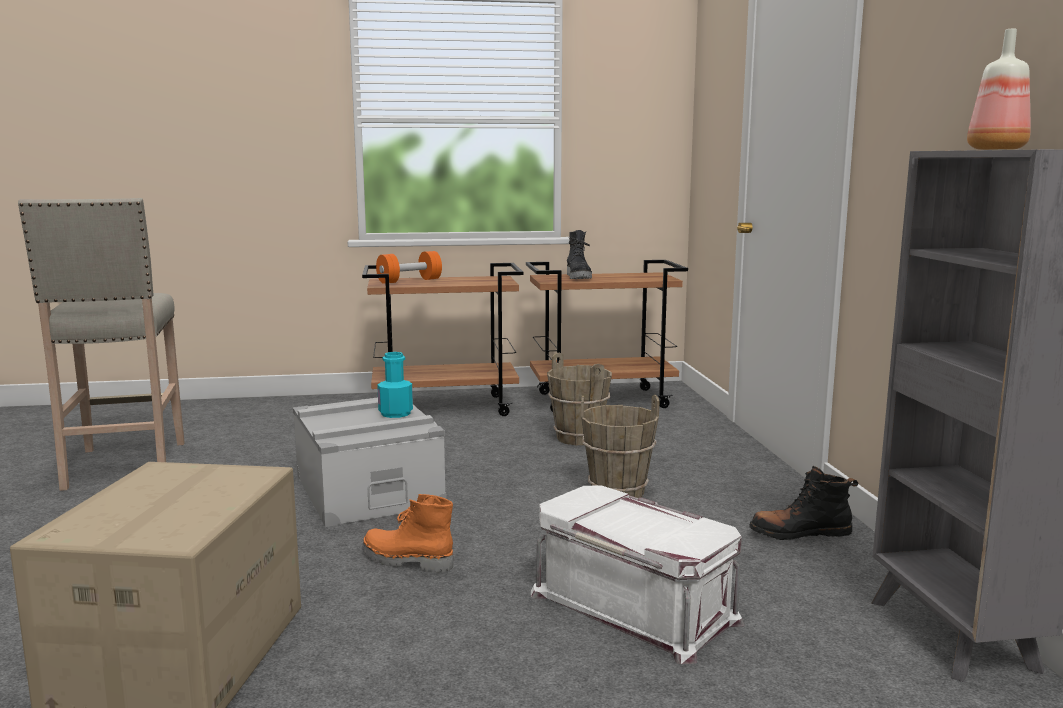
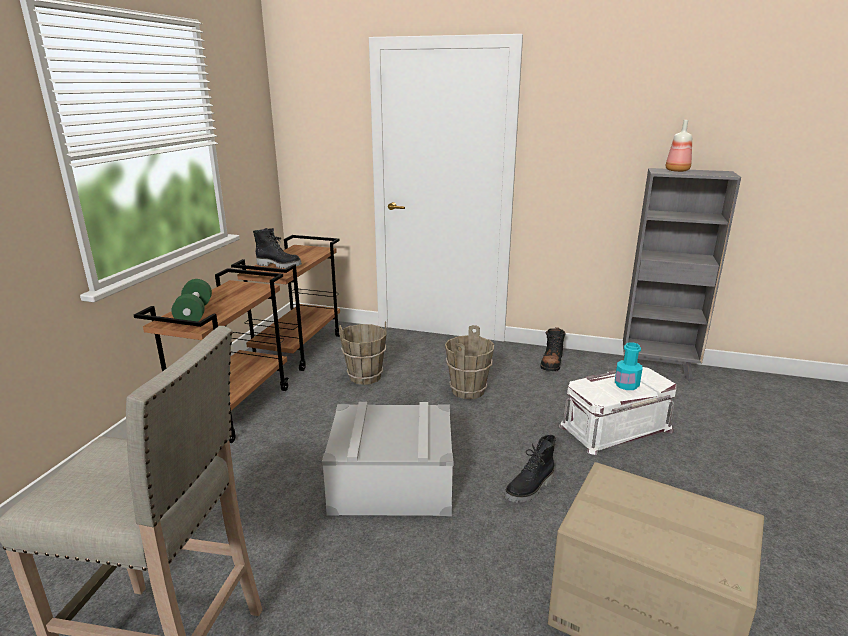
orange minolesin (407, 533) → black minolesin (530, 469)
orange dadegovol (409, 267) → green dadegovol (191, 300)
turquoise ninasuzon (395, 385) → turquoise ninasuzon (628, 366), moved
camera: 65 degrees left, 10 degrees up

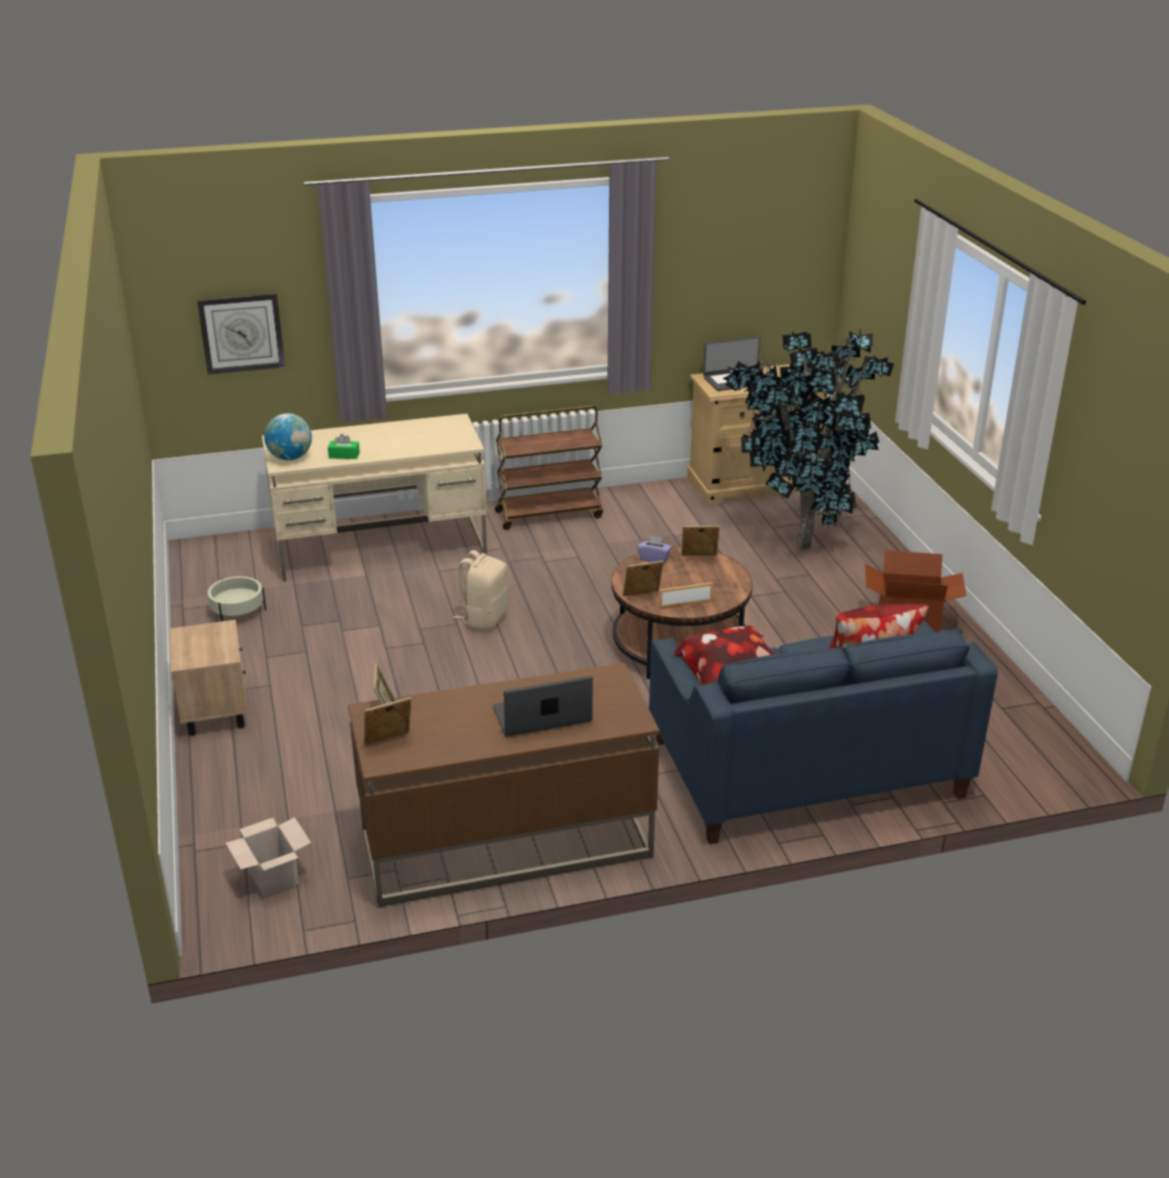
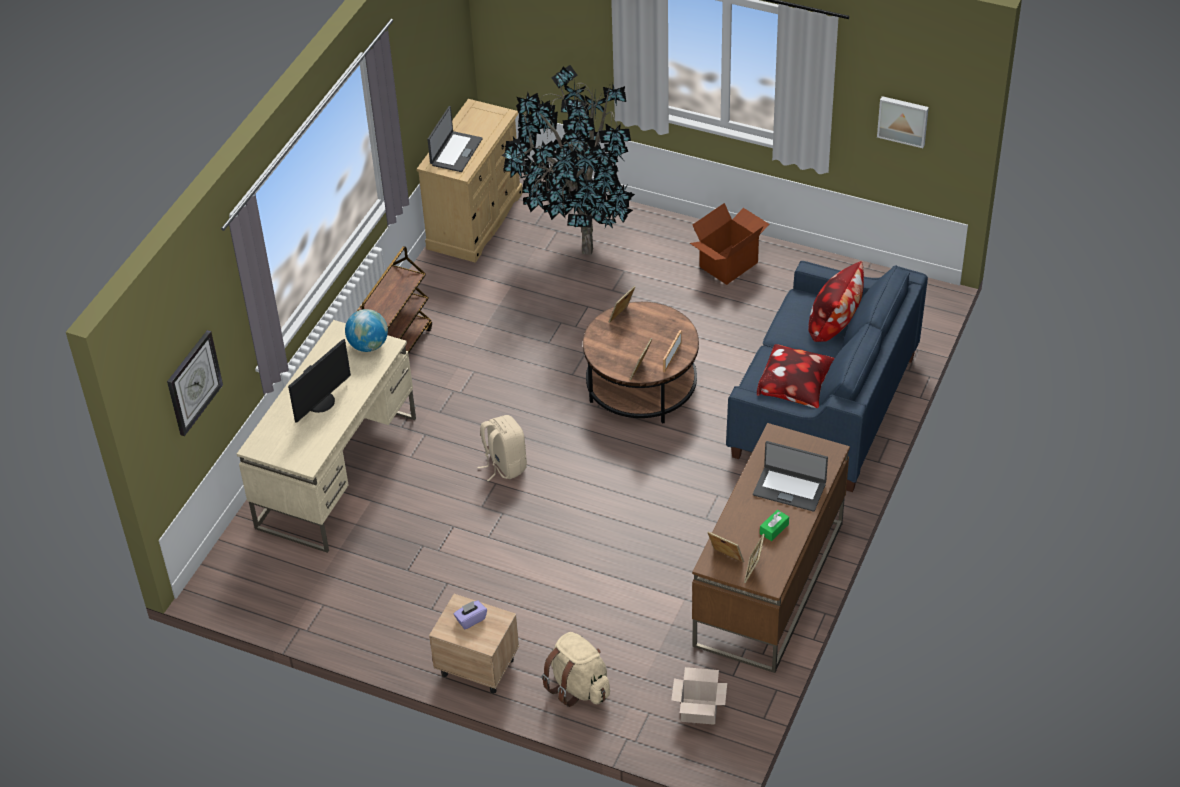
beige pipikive (236, 598) → -
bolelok (288, 436) → bolelok (366, 330), moved
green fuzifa (344, 446) → green fuzifa (774, 525), moved
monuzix (543, 706) → monuzix (790, 476), 90 degrees counterclockwise
purple fuzifa (654, 549) → purple fuzifa (470, 614), moved
- → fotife (319, 381)
- → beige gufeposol (576, 669)
- → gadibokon (903, 122)
camera: 50 degrees left, 15 degrees up

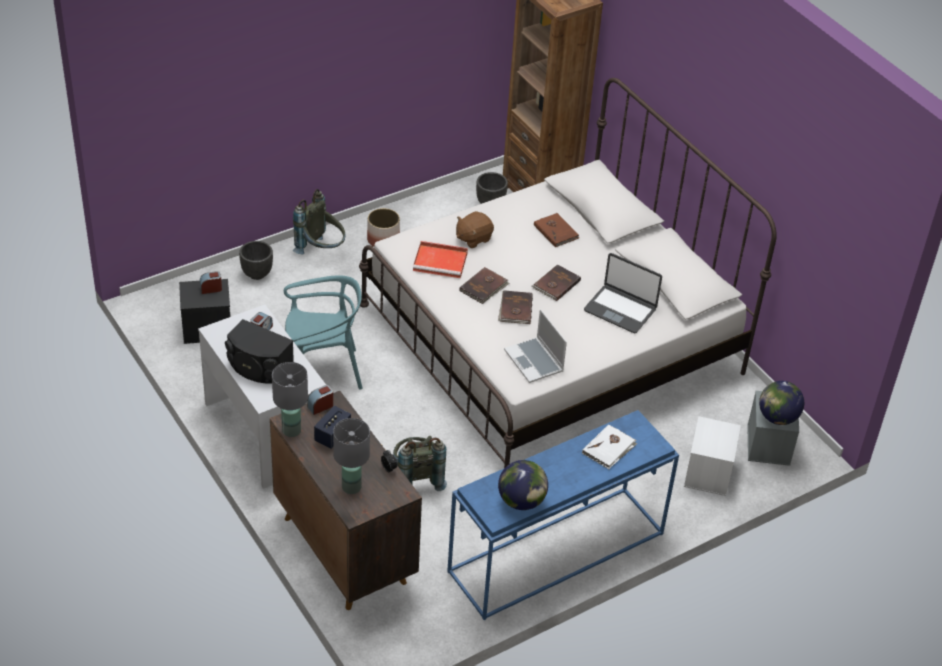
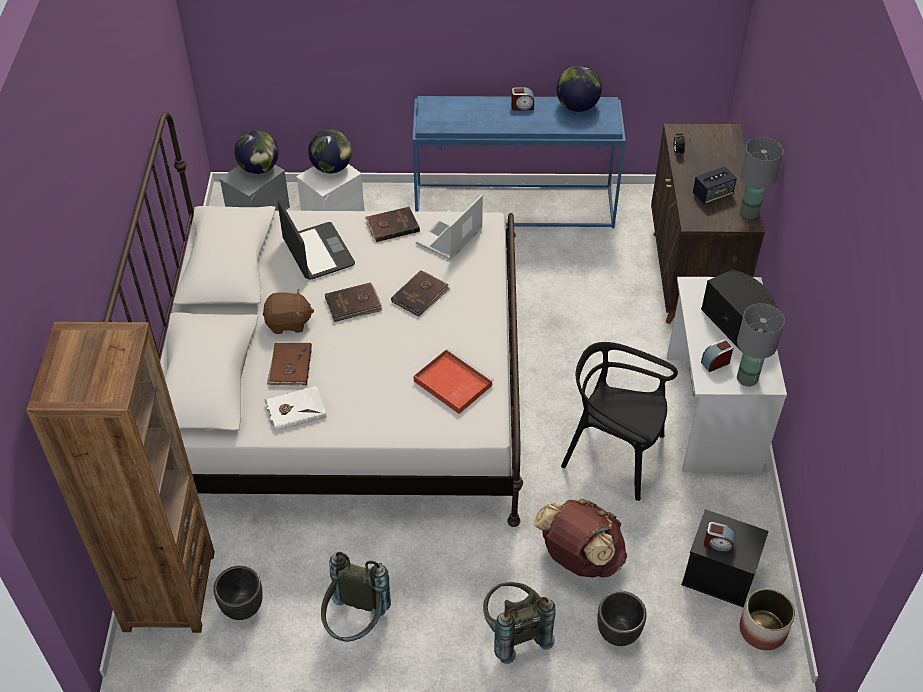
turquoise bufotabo (323, 332) → black bufotabo (619, 421)
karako (320, 400) → karako (522, 99), moved
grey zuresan (351, 456) → grey zuresan (761, 344), moved
pipikive (383, 227) → pipikive (767, 619), moved
grey gufeposol (420, 463) → grey gufeposol (356, 597), moved
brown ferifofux (475, 229) → brown ferifofux (288, 311), moved
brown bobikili (484, 285) → brown bobikili (392, 224), moved
monuzix (535, 346) → monuzix (449, 227), 150 degrees counterclockwise
white bobikili (609, 446) → white bobikili (295, 408), moved
- → bolelok (330, 151)
- → brown gufeposol (580, 538)
camera: 145 degrees left, 5 degrees up

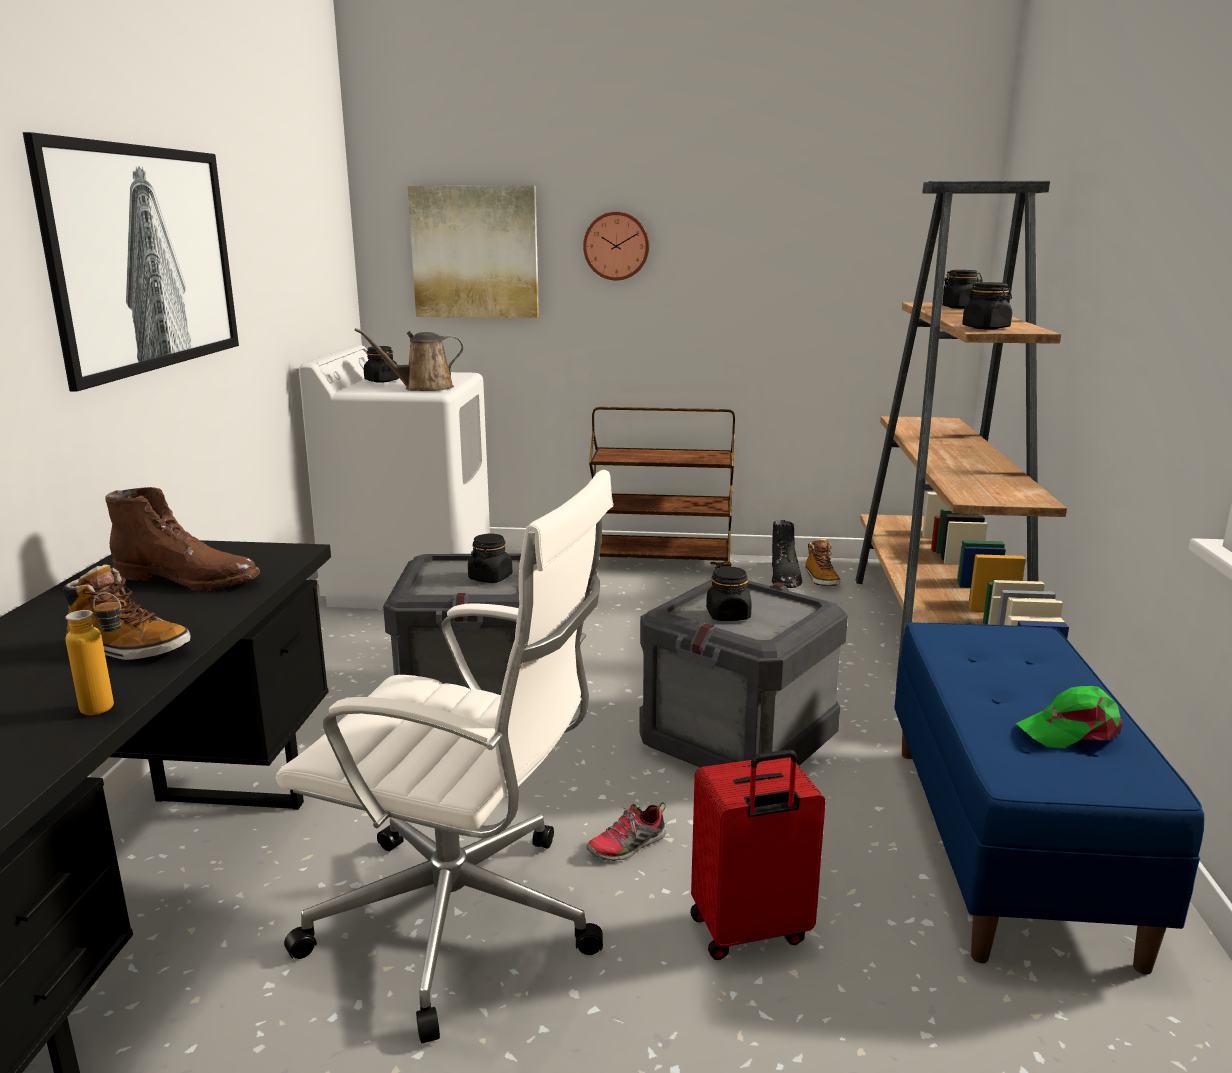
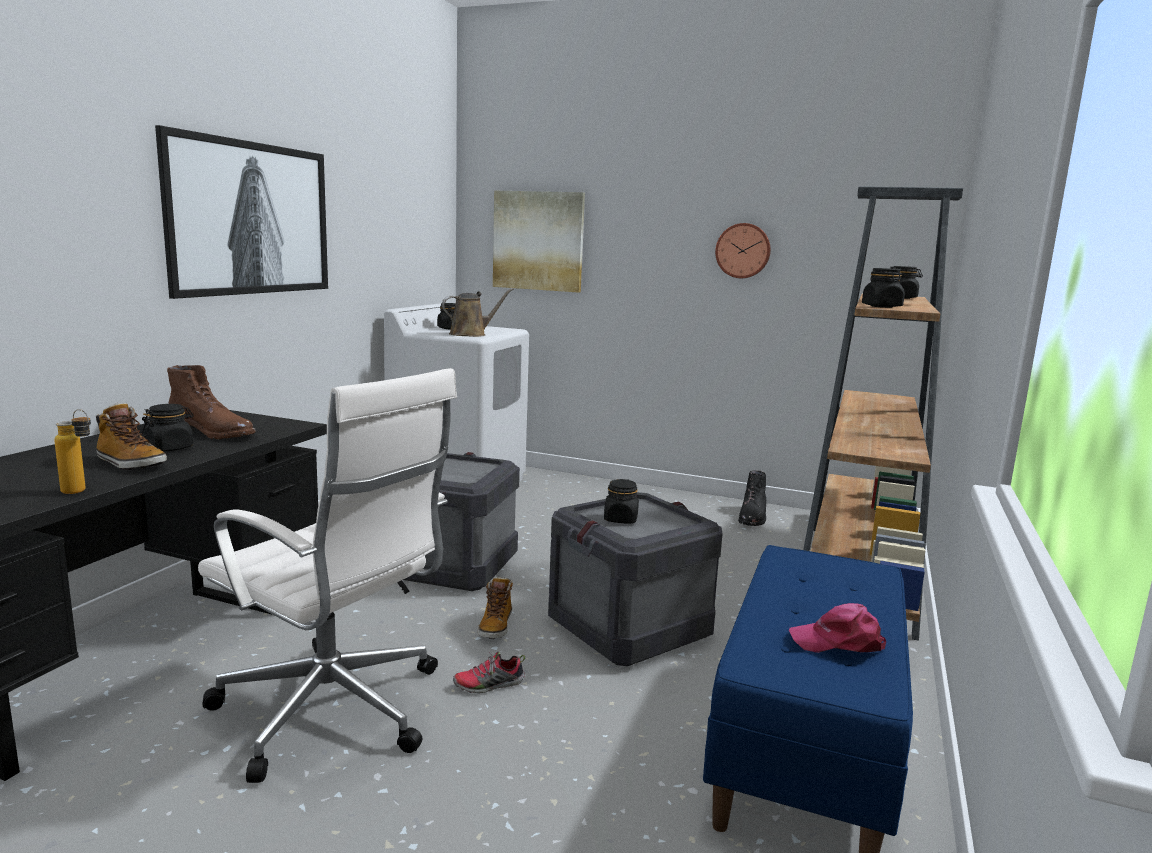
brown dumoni (409, 359) → brown dumoni (478, 312), 150 degrees clockwise
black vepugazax (490, 558) → black vepugazax (168, 427), moved
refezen (616, 246) → refezen (743, 250), moved
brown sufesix (662, 488) → -
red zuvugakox (758, 855) → -
minolesin (823, 562) → minolesin (495, 608), moved
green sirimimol (1069, 717) → pink sirimimol (837, 628)
camera: 15 degrees right, 5 degrees down

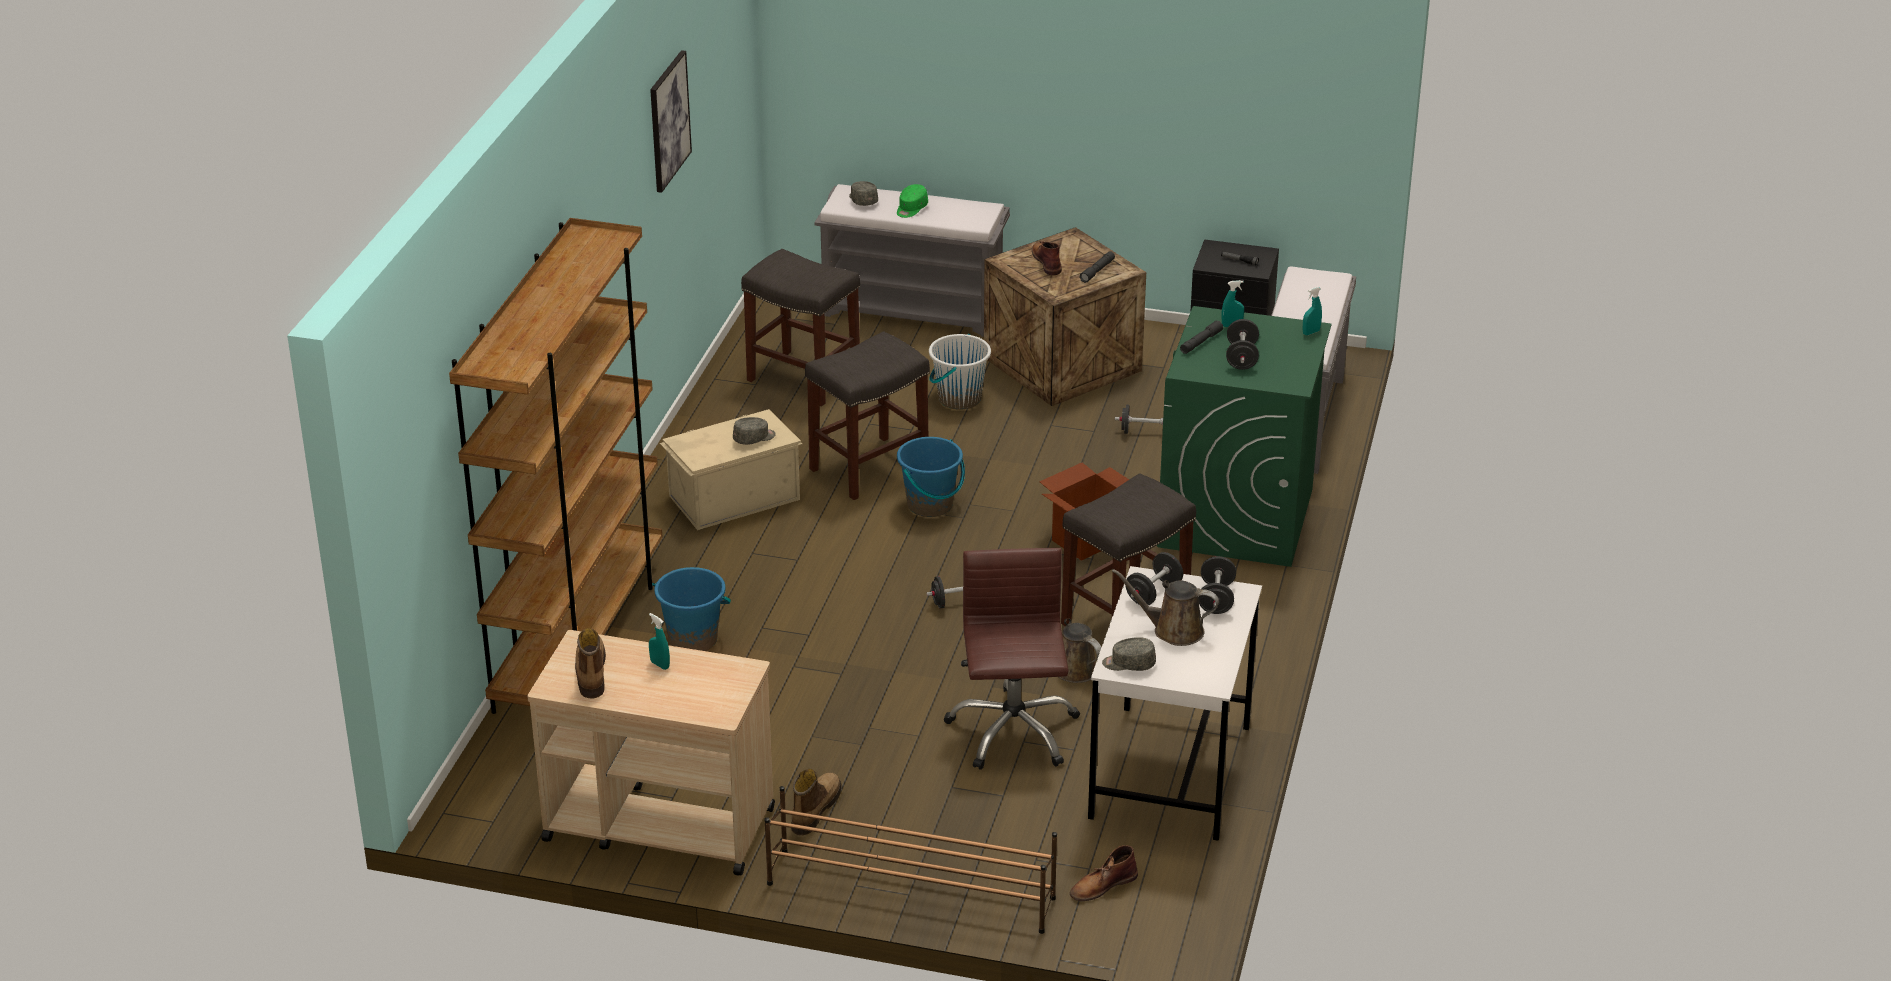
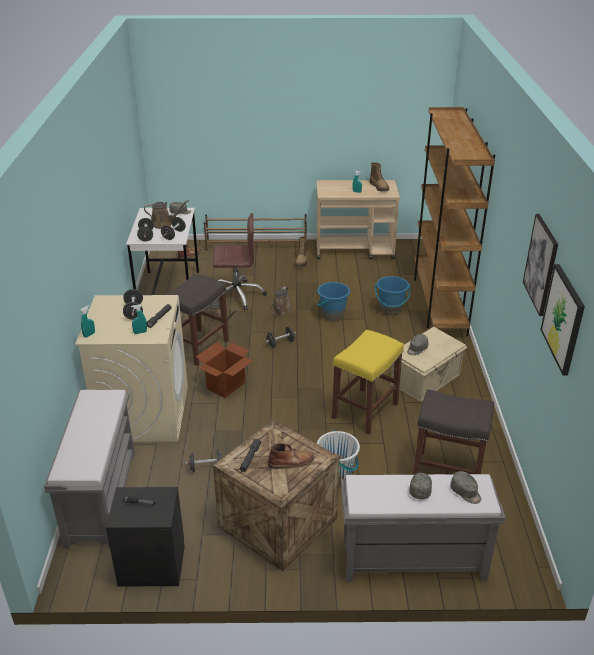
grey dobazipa (867, 415) → yellow dobazipa (368, 382)
green sirimimol (912, 201) → grey sirimimol (420, 486)
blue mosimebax (931, 477) → blue mosimebax (333, 301), moved
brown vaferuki (1012, 659) → brown vaferuki (240, 262), 75 degrees counterclockwise
brown minolesin (1047, 258) → brown minolesin (291, 456), 75 degrees counterclockwise
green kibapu (1244, 436) → beige kibapu (131, 368)
- → brown dumoni (281, 301)
- → gadibokon (562, 319)
camera: 165 degrees right, 0 degrees up

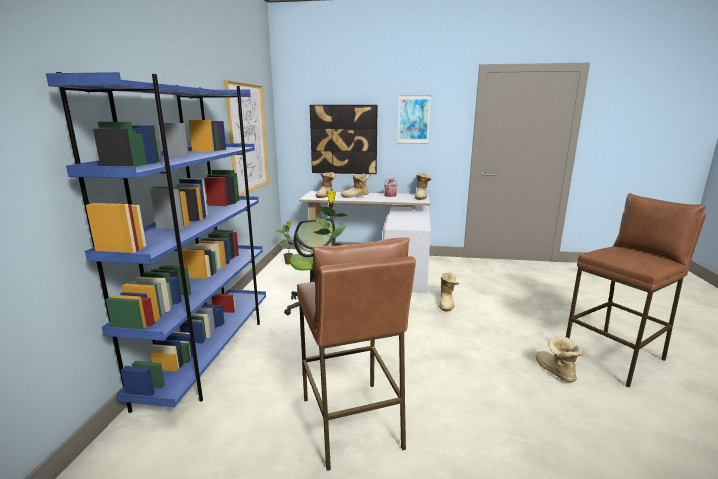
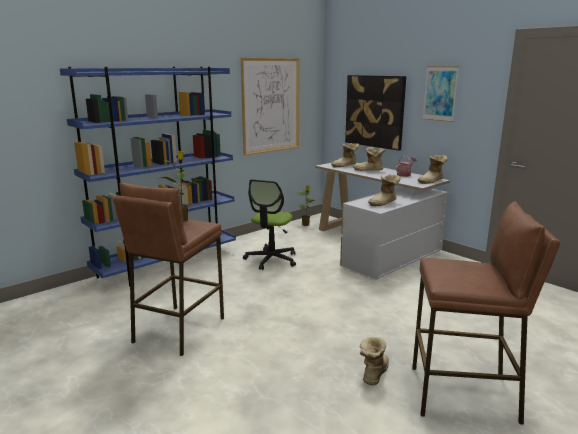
minolesin (449, 292) → minolesin (384, 190), moved
camera: 40 degrees right, 0 degrees up

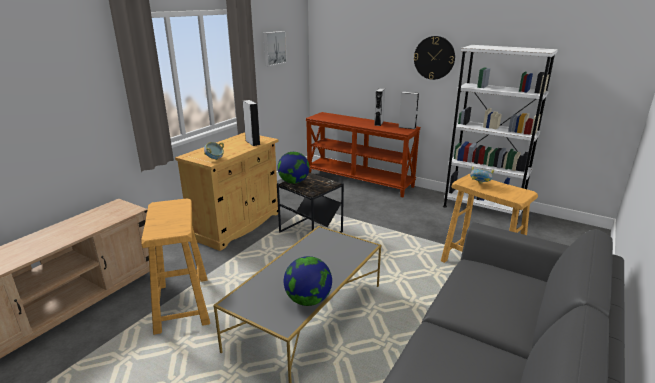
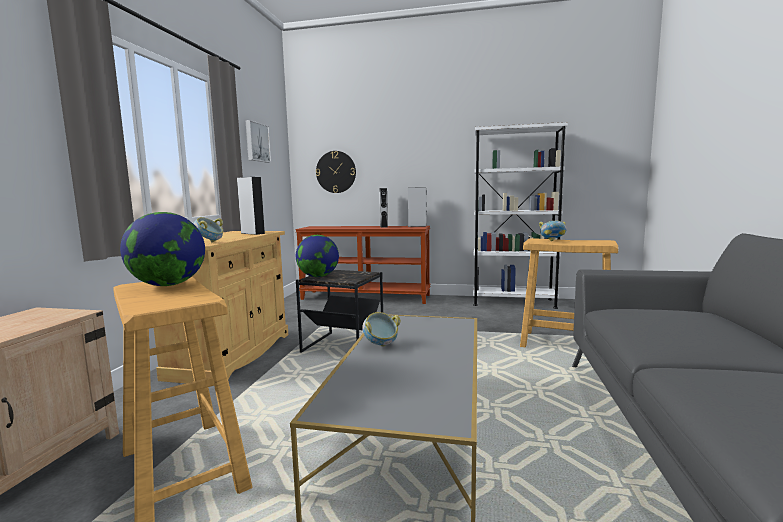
bolelok (308, 281) → bolelok (162, 249), moved
refezen (434, 58) → refezen (336, 172), moved
- → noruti (381, 329)
camera: 20 degrees left, 15 degrees down

